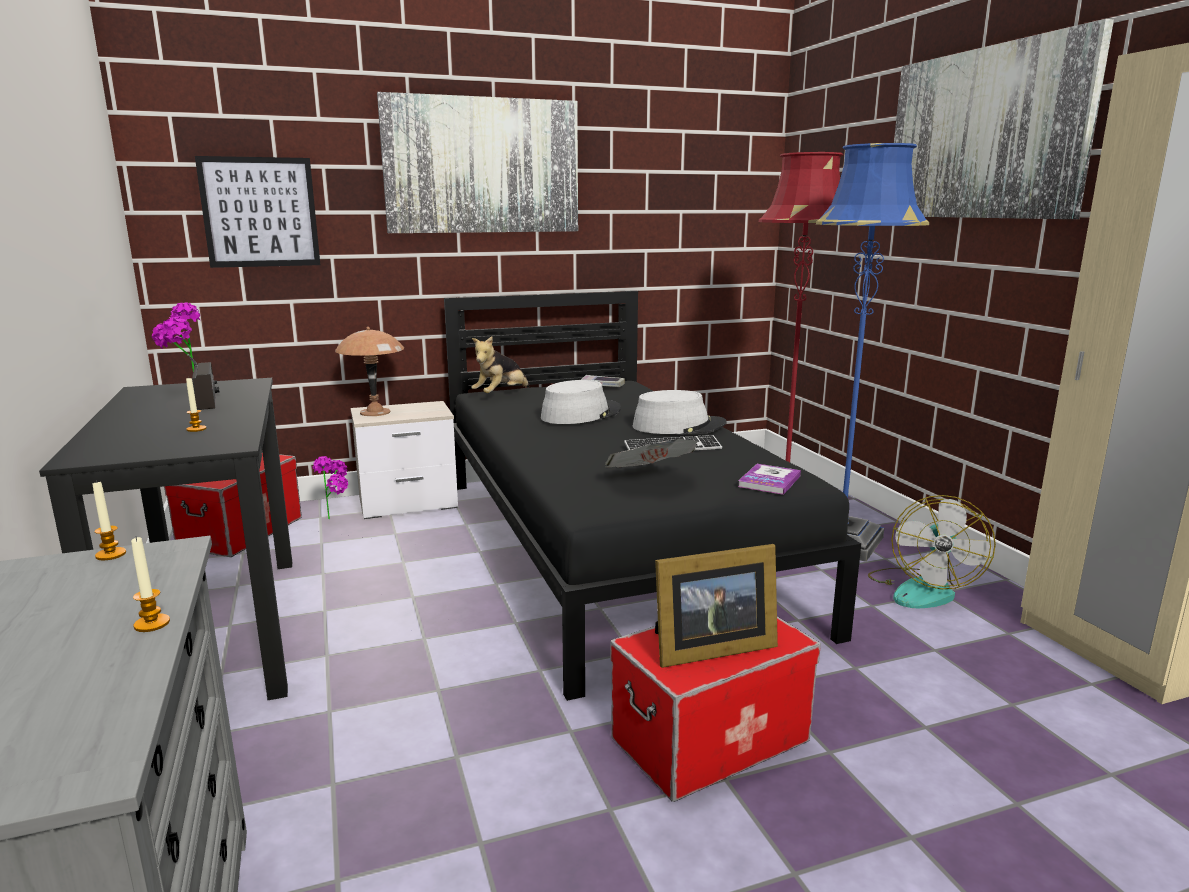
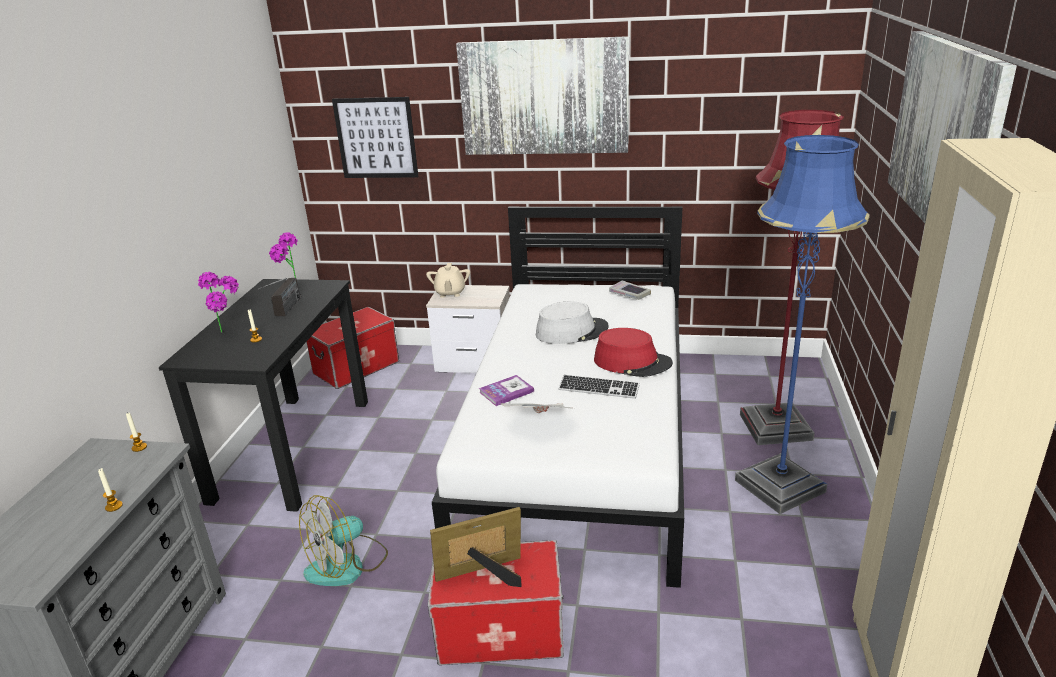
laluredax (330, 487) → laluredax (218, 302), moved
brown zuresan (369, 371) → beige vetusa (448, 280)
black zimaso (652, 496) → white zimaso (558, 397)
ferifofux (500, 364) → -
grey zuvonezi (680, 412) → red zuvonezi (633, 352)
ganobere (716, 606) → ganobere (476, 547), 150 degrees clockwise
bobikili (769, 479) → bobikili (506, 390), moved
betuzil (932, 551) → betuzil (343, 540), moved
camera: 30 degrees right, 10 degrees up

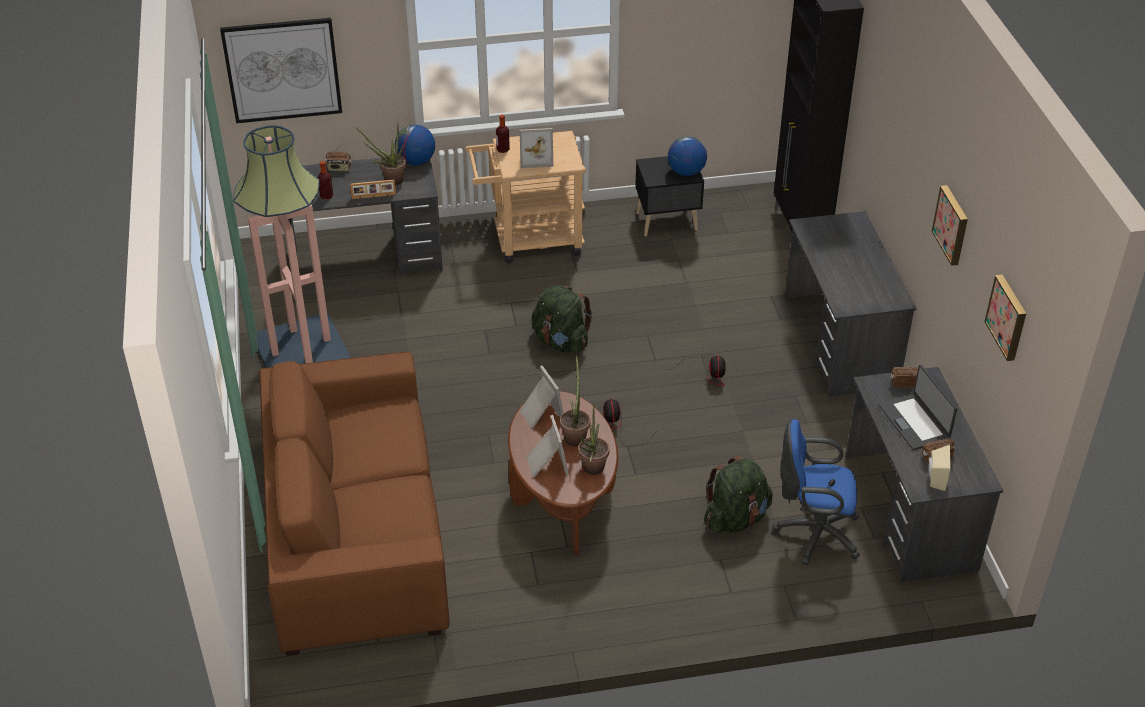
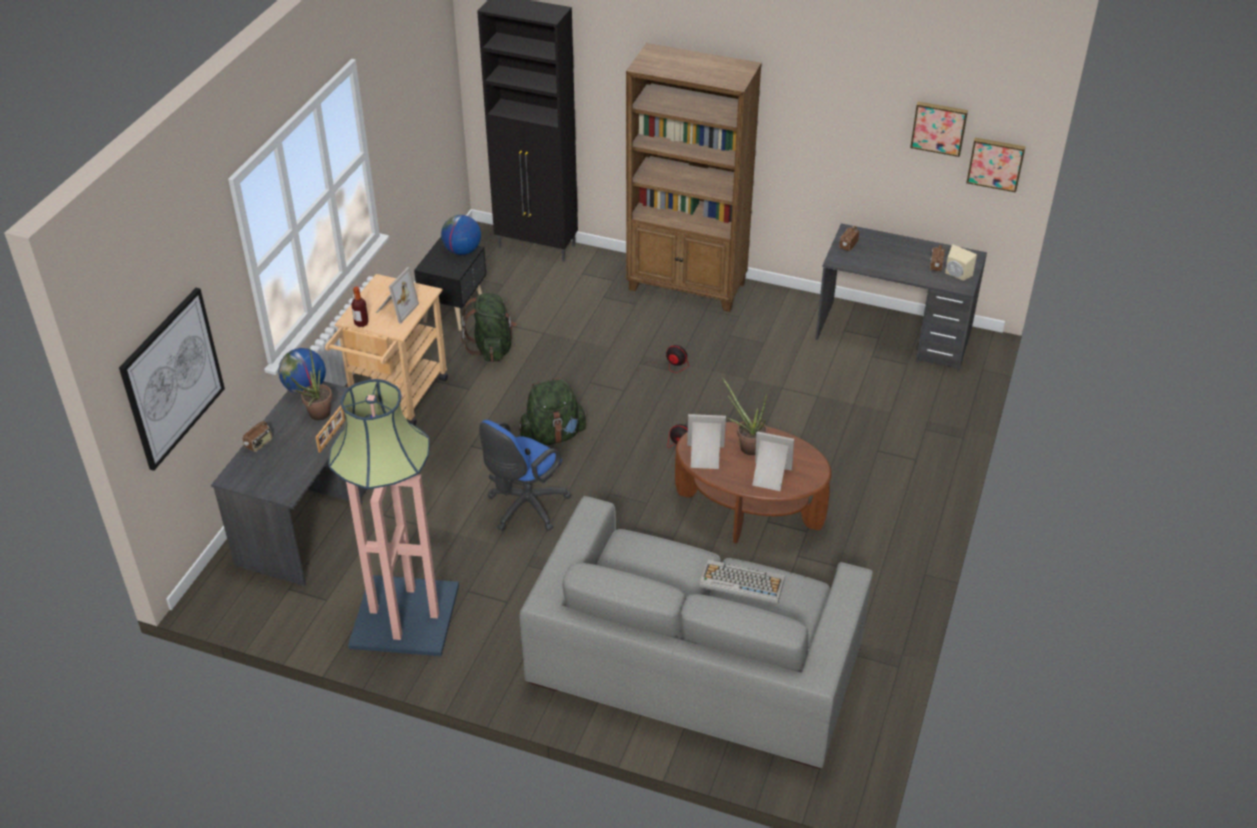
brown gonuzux (354, 504) → grey gonuzux (696, 632)
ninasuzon (325, 180) → -
laluredax (594, 438) → -
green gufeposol (738, 494) → green gufeposol (489, 327), moved
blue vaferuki (816, 492) → blue vaferuki (525, 475), moved
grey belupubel (850, 304) → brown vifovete (694, 177)
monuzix (918, 407) → -
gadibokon (950, 225) → gadibokon (996, 165), moved
- → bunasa (742, 582)
camera: 60 degrees left, 0 degrees up

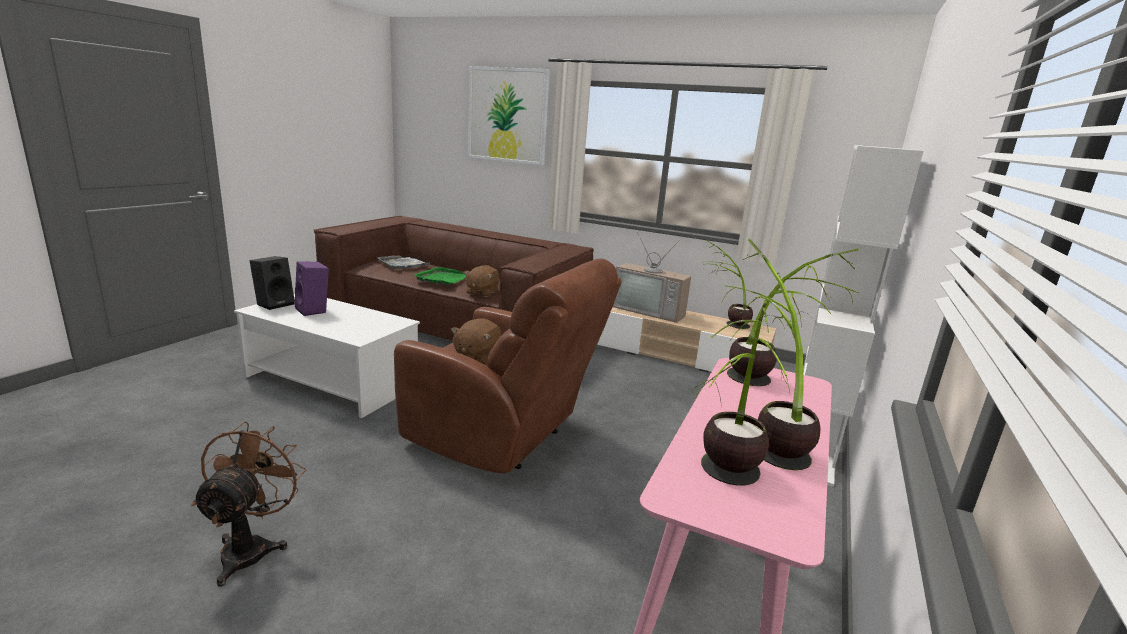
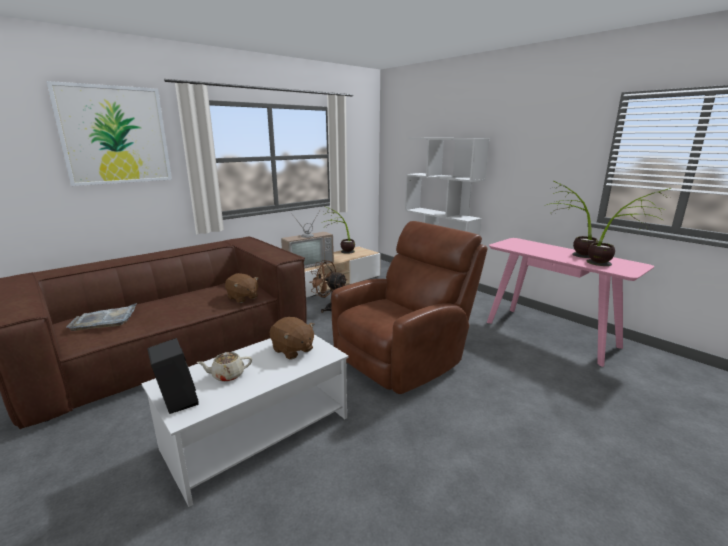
brown betuzil (248, 504) → brown betuzil (328, 286), moved
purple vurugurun (311, 288) → beige vetusa (224, 367)
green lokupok (440, 276) → -
brown ferifofux (476, 341) → brown ferifofux (292, 338), moved
laluredax (793, 317) → -
camera: 65 degrees left, 0 degrees up

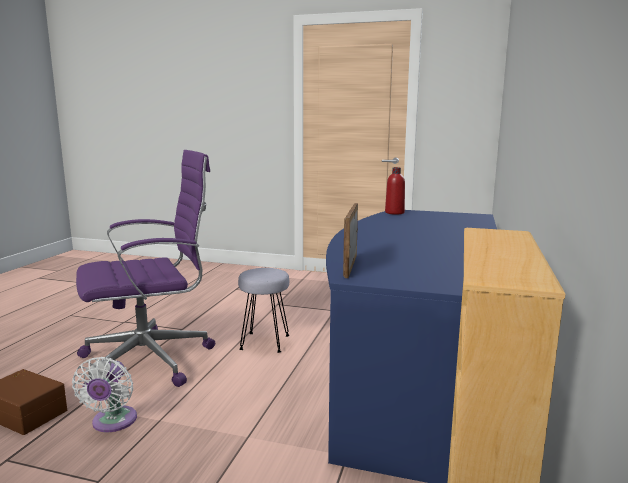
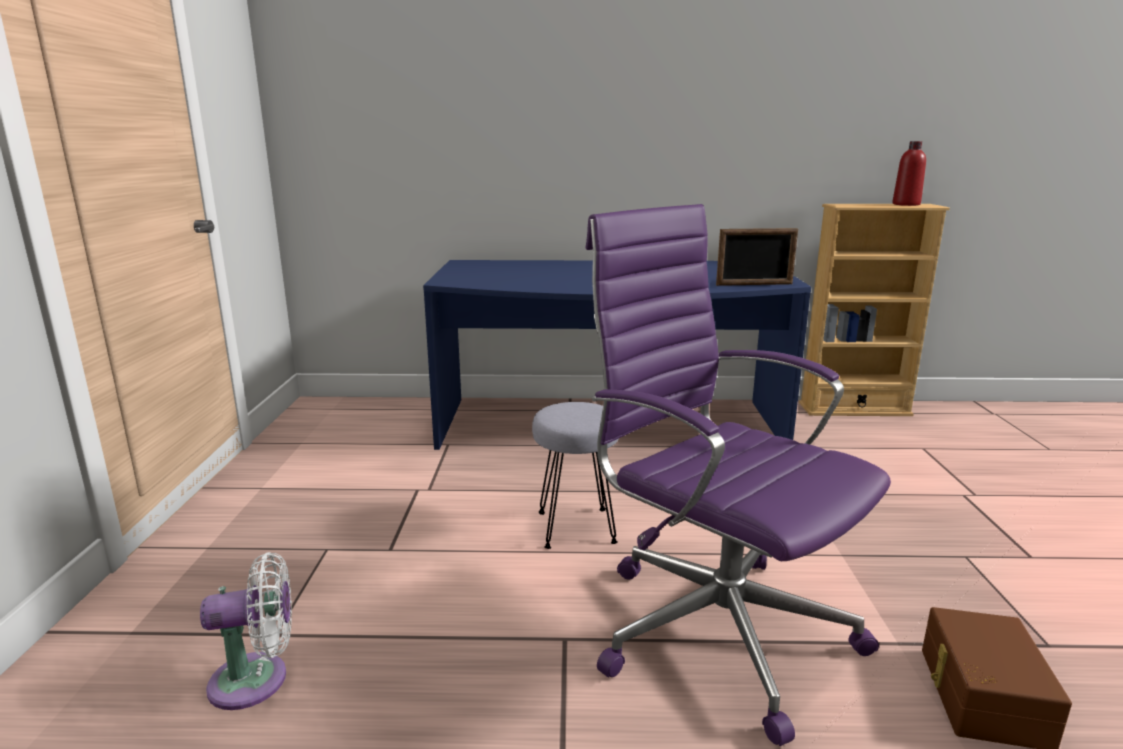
white betuzil (104, 394) → white betuzil (246, 631), moved
red ninasuzon (395, 191) → red ninasuzon (909, 173), moved
camera: 105 degrees left, 5 degrees up

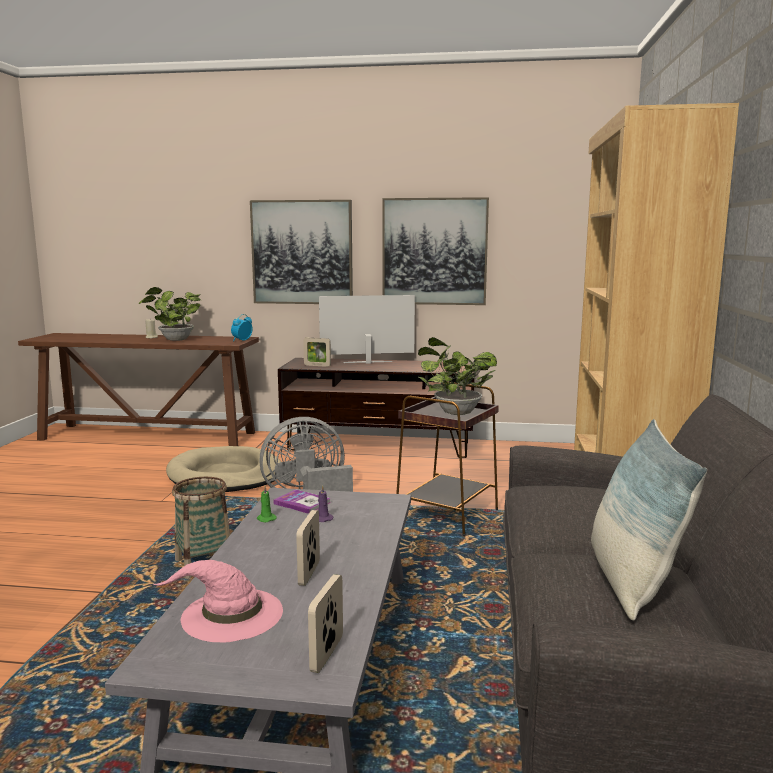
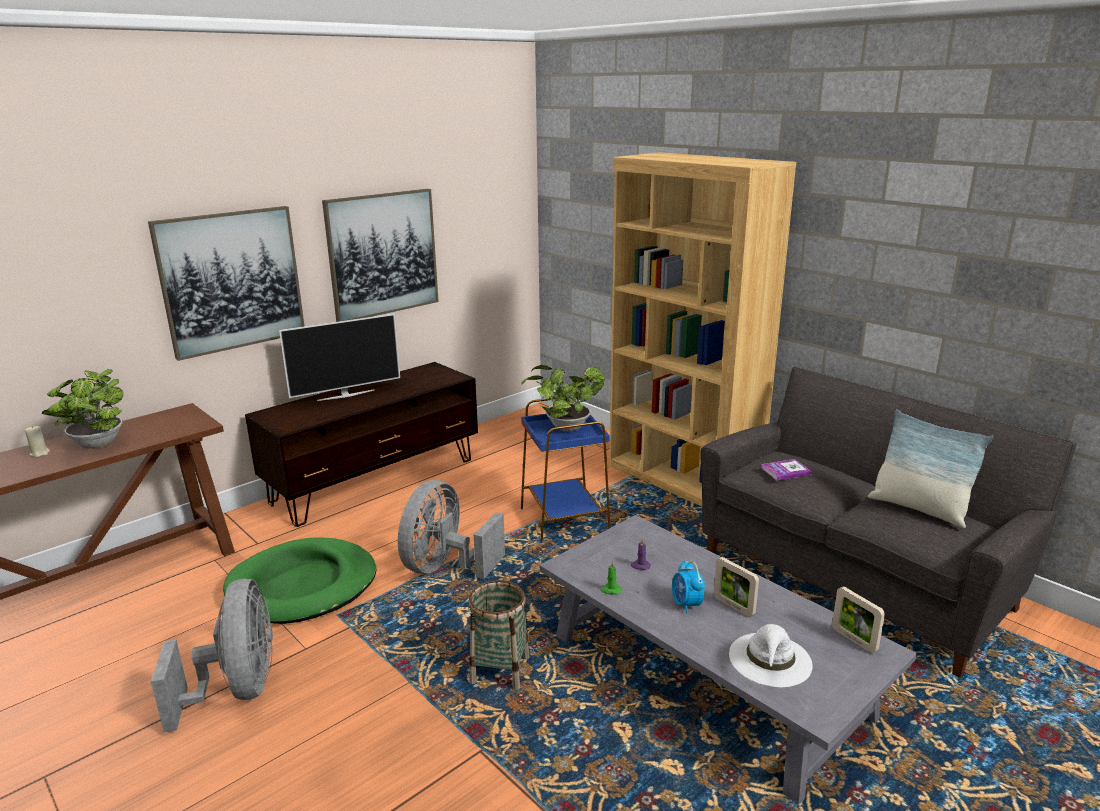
pink zuvonezi (218, 601) → white zuvonezi (771, 655)
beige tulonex (223, 469) → green tulonex (300, 580)
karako (242, 327) → karako (688, 587), moved
bobikili (302, 501) → bobikili (786, 470), moved
ganobere (317, 352) → -
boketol (367, 329) → boketol (339, 357), 150 degrees counterclockwise
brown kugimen (447, 459) → blue kugimen (565, 471)
- → grey betuzil (212, 656)
camera: 50 degrees left, 10 degrees up

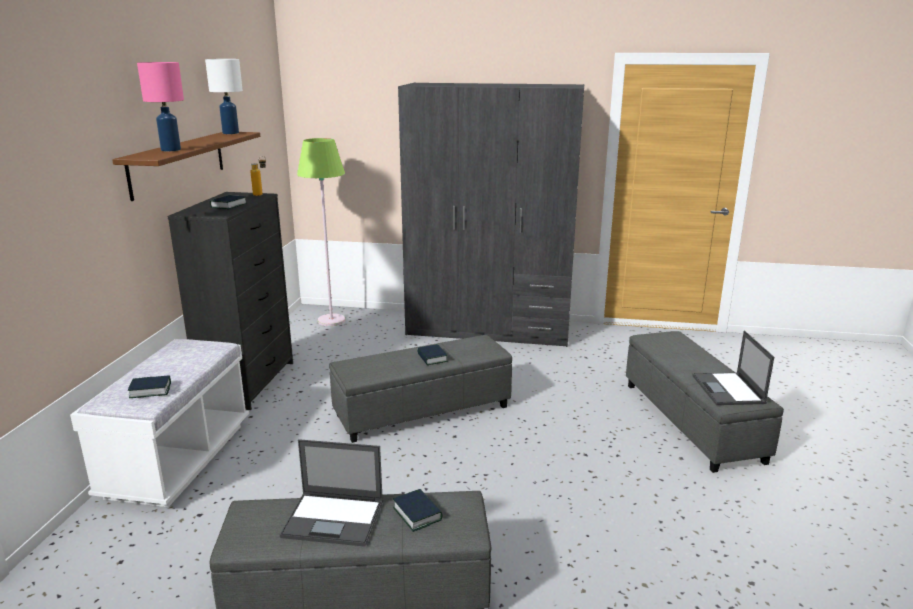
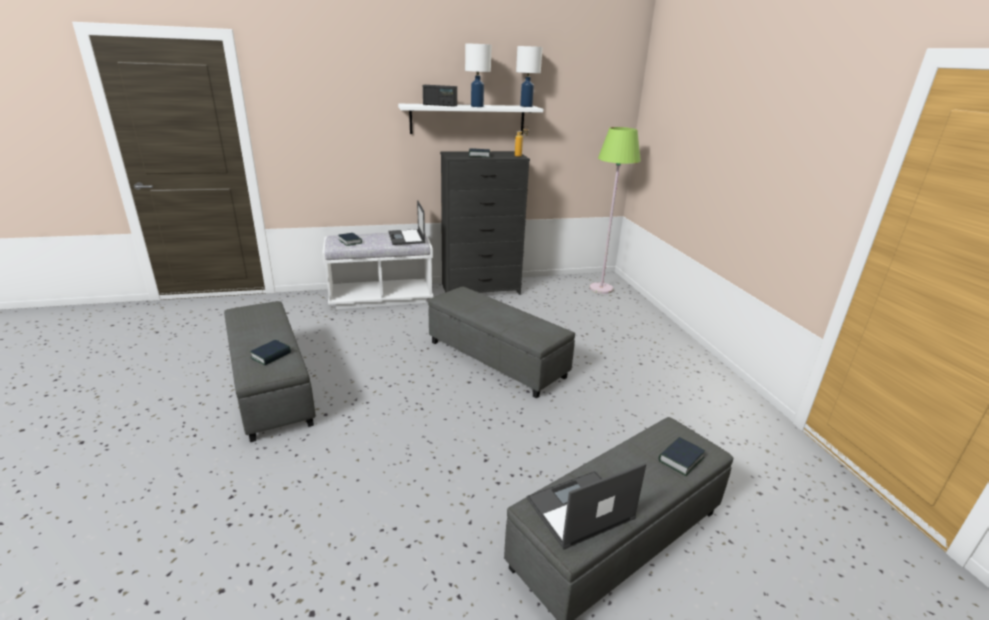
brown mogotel (186, 166) → white mogotel (471, 119)
pink zuresan (160, 106) → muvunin (440, 96)
monuzix (331, 493) → monuzix (407, 222), moved
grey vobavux (491, 215) → -
bobikili (432, 354) → bobikili (682, 456), moved
- → white zuresan (478, 75)
camera: 65 degrees right, 5 degrees up

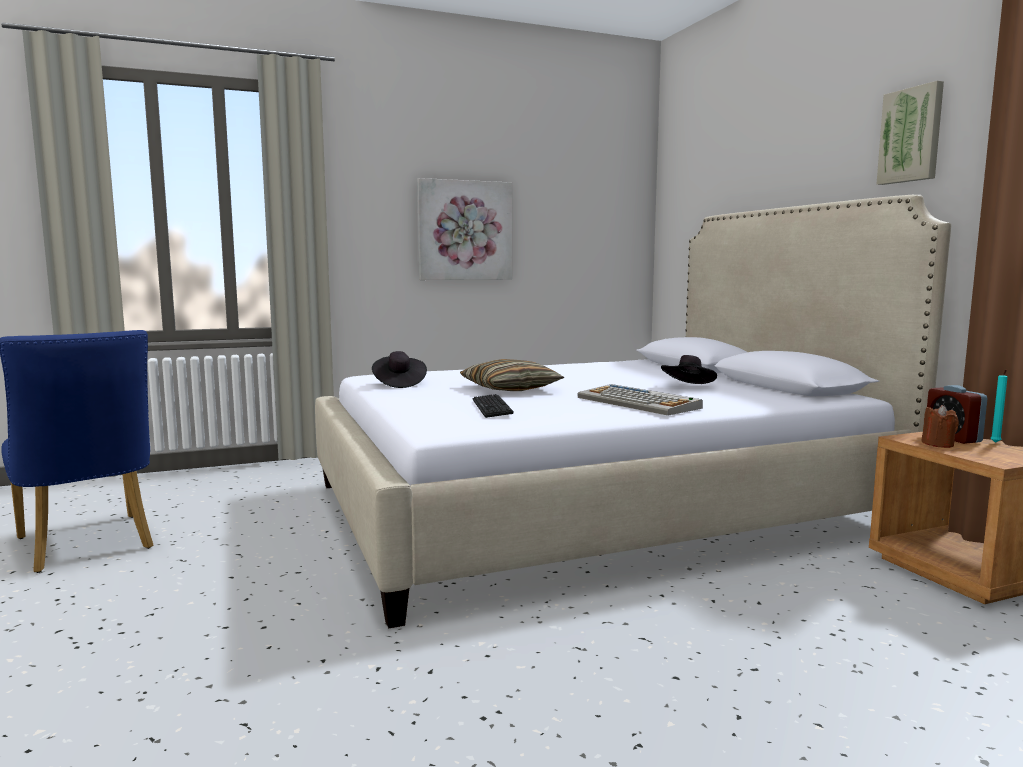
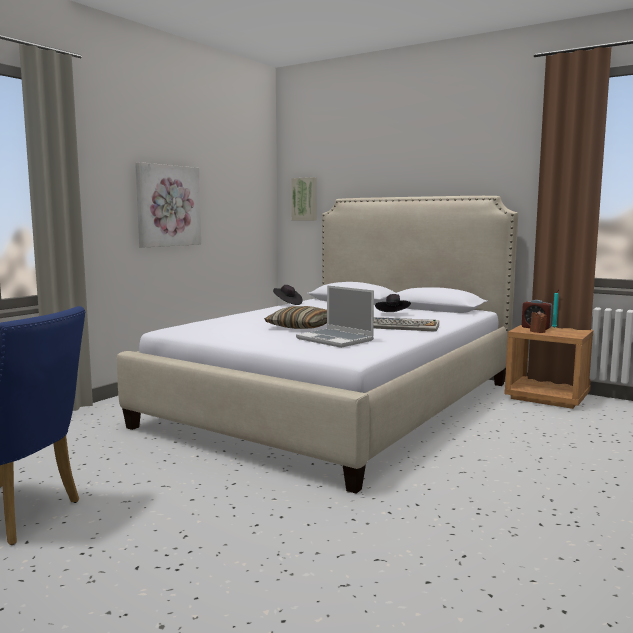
black zuvonezi (399, 369) → black zuvonezi (288, 295), moved
bunasa (493, 406) → monuzix (335, 316)
gadibokon (910, 133) → gadibokon (304, 198), moved
camera: 35 degrees left, 0 degrees up

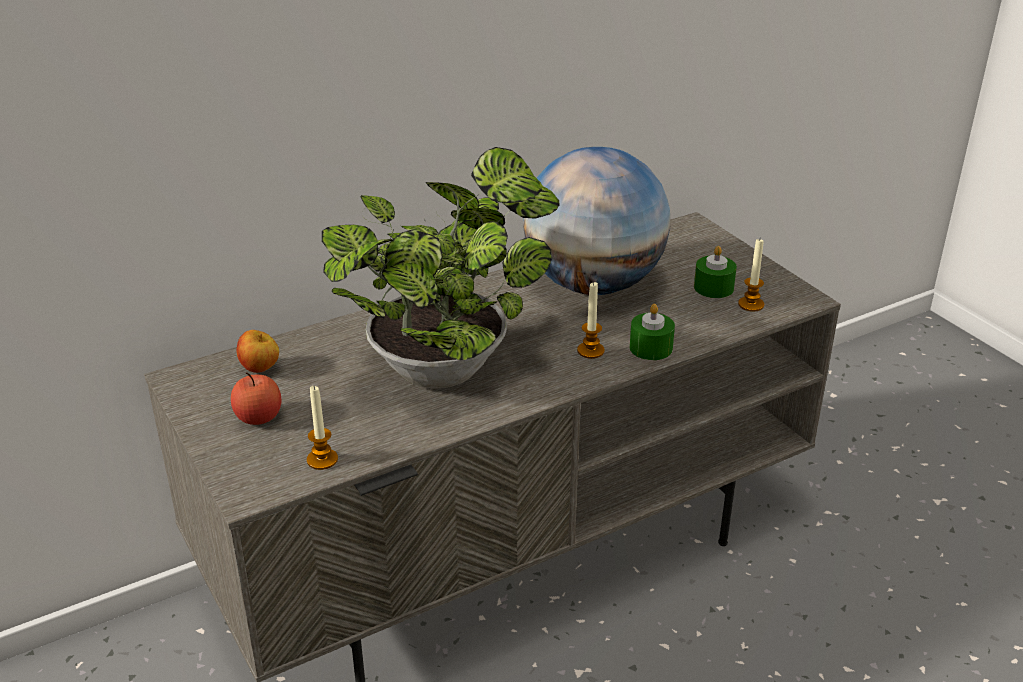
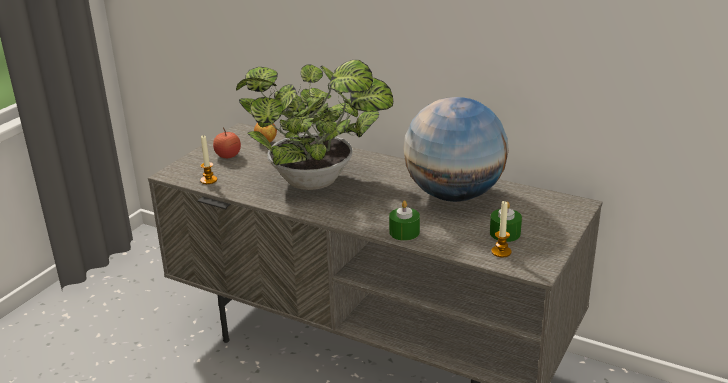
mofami (591, 320) → -
camera: 60 degrees right, 5 degrees down

